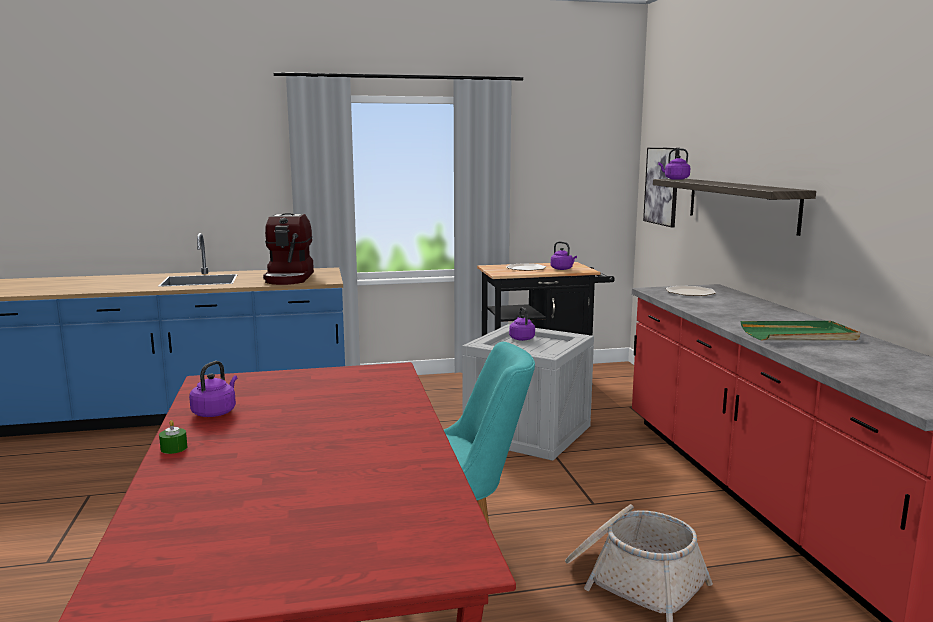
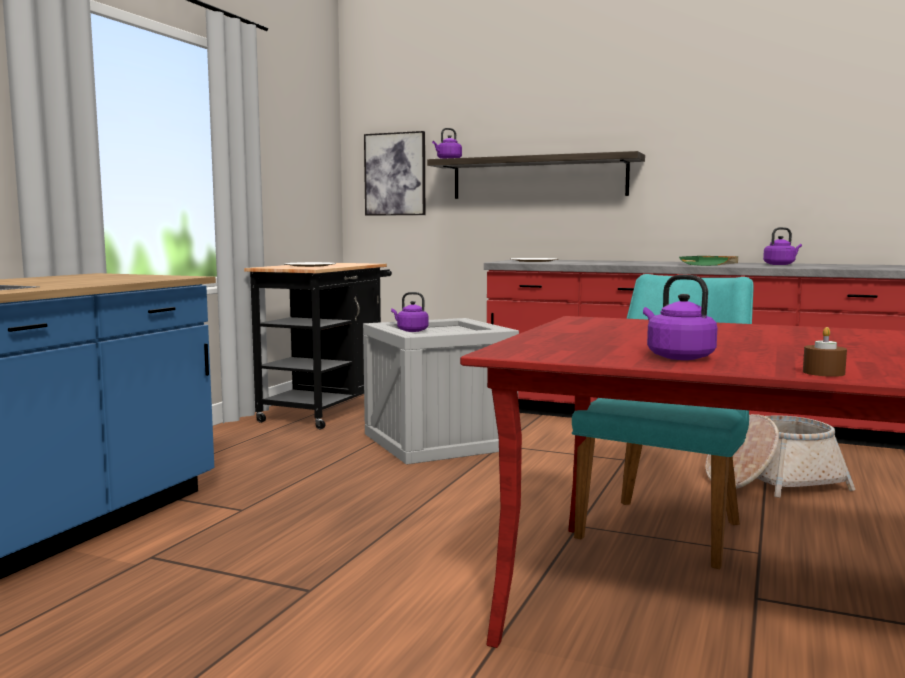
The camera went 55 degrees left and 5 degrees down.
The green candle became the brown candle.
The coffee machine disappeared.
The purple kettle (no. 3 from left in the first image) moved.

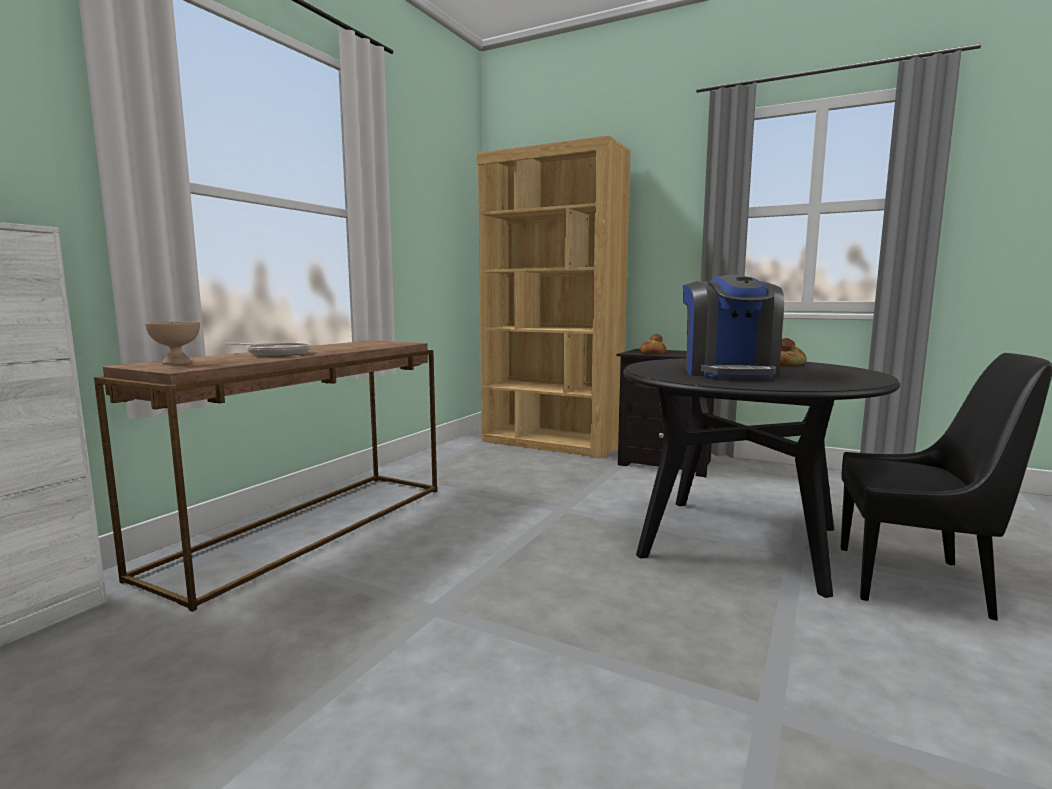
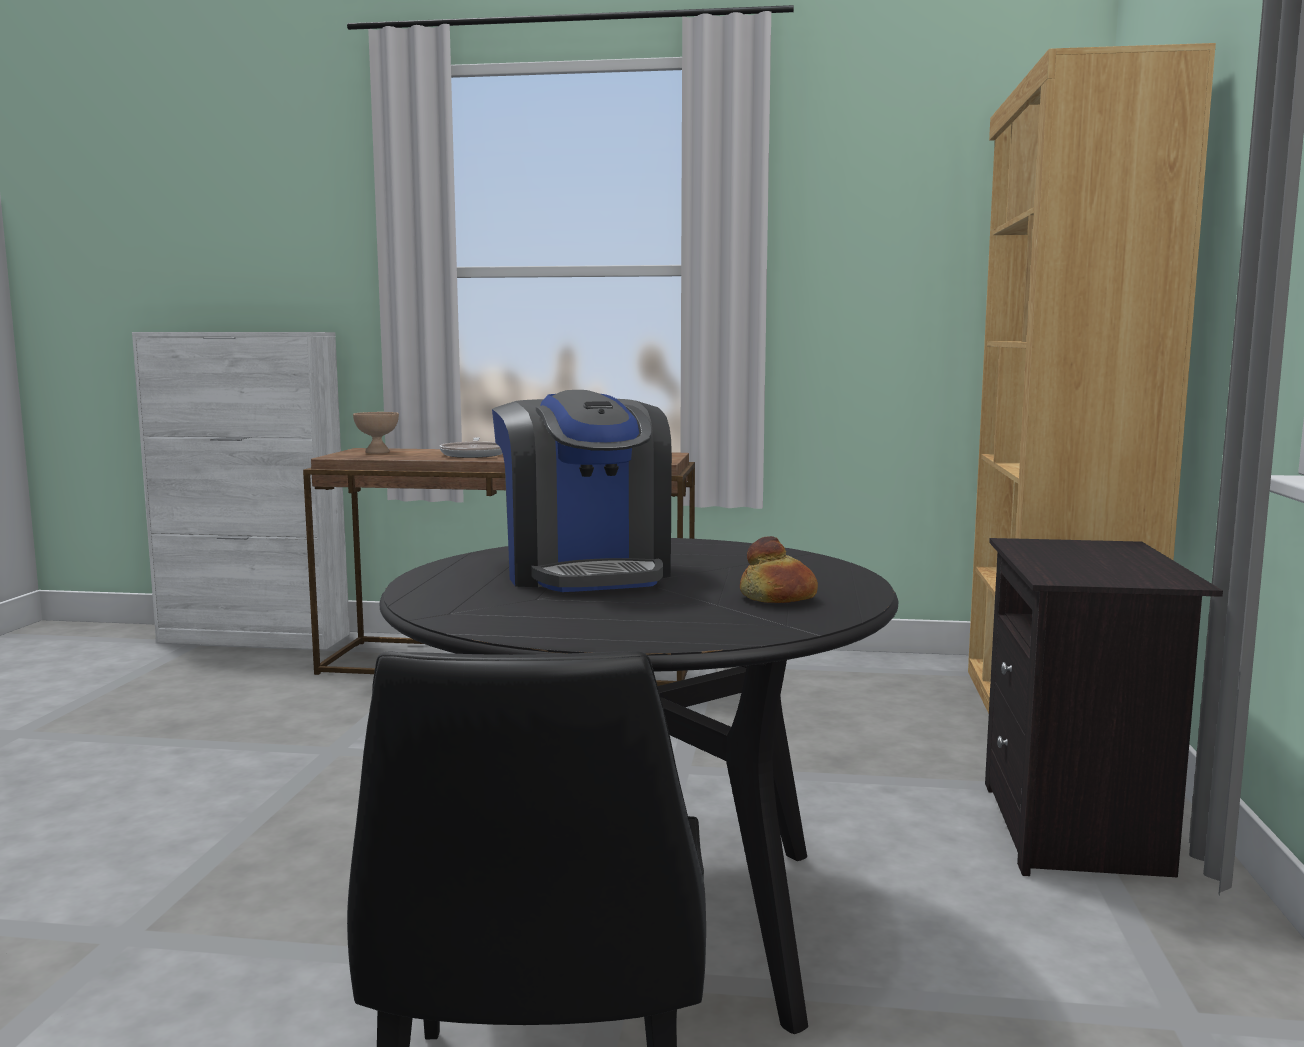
The camera went 70 degrees right and 0 degrees up.
The bread (no. 1 from left) disappeared.
The coffee machine turned 90 degrees counterclockwise.

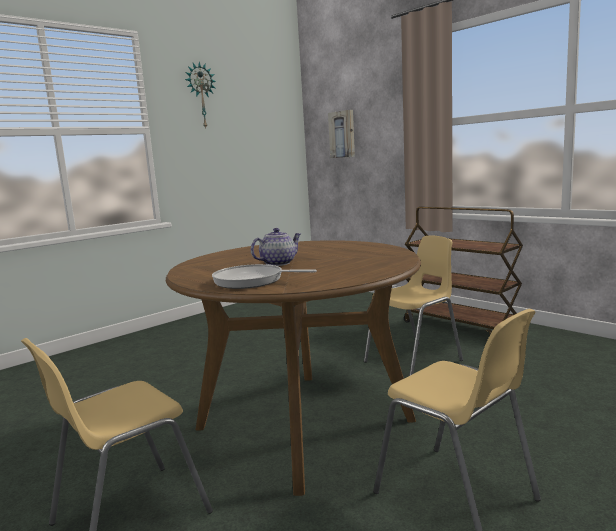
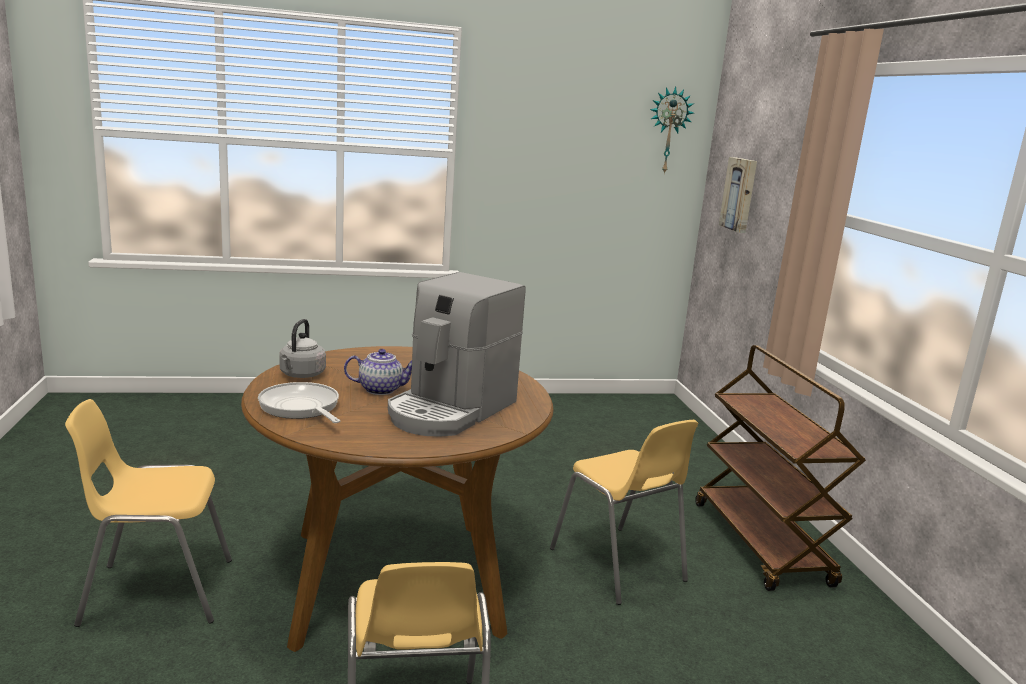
The camera went 30 degrees right and 5 degrees up.
The wall clock moved.
The yellow chair (no. 2 from left in the first image) turned 60 degrees clockwise.
The grey kettle appeared.
The coffee machine appeared.

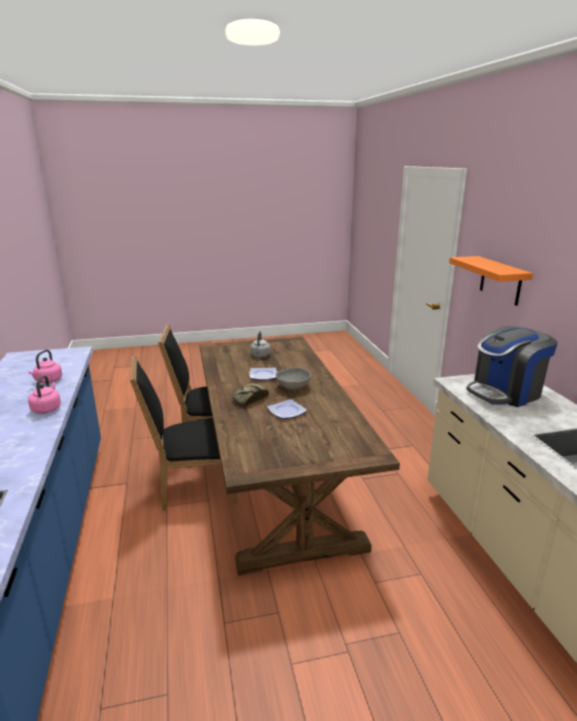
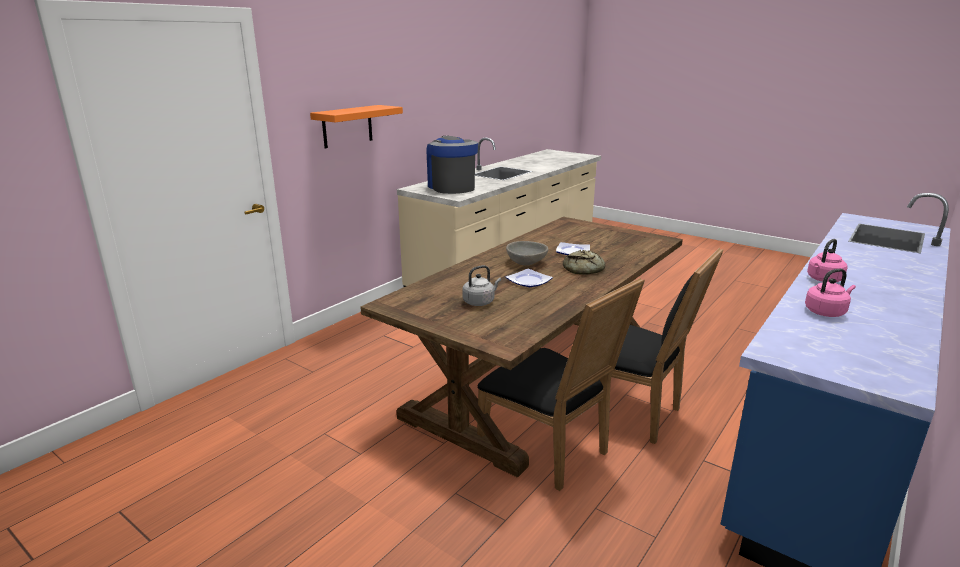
The camera went 130 degrees left and 0 degrees up.
The coffee machine turned 135 degrees counterclockwise.

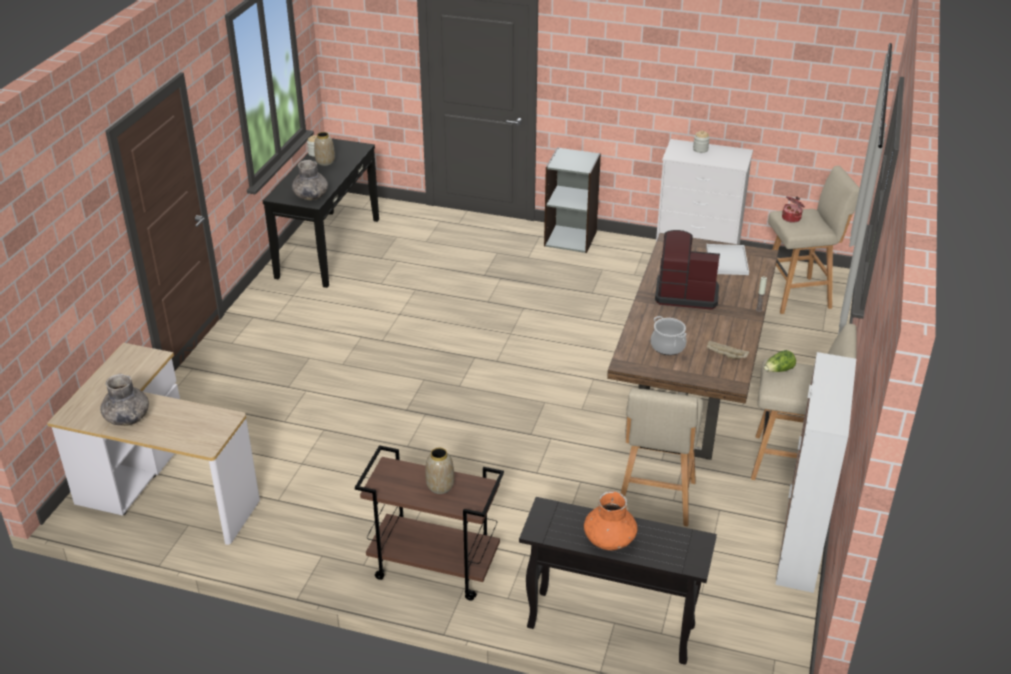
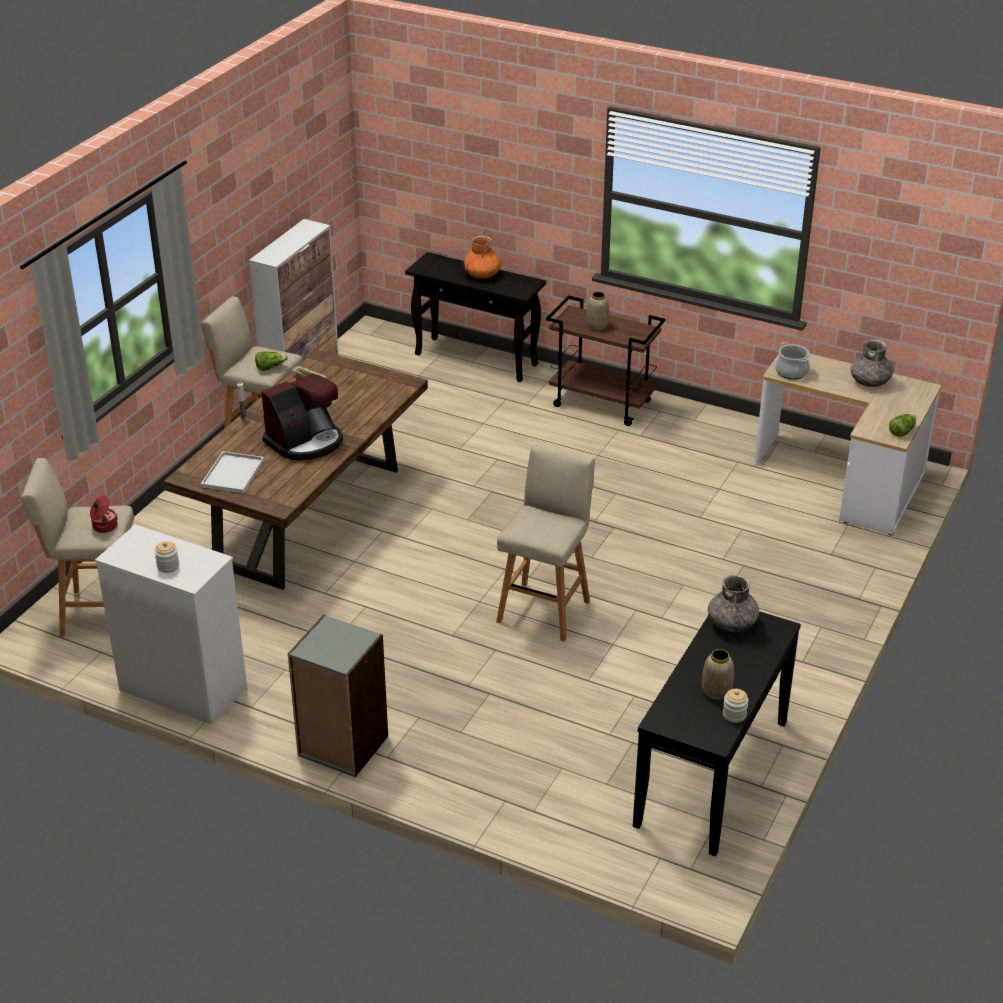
The camera went 170 degrees left and 0 degrees up.
The beige stool (no. 1 from left in the first image) moved.
The cooking pot (no. 1 from left in the first image) moved.
The coffee machine turned 60 degrees counterclockwise.
The lettuce (no. 2 from left) appeared.

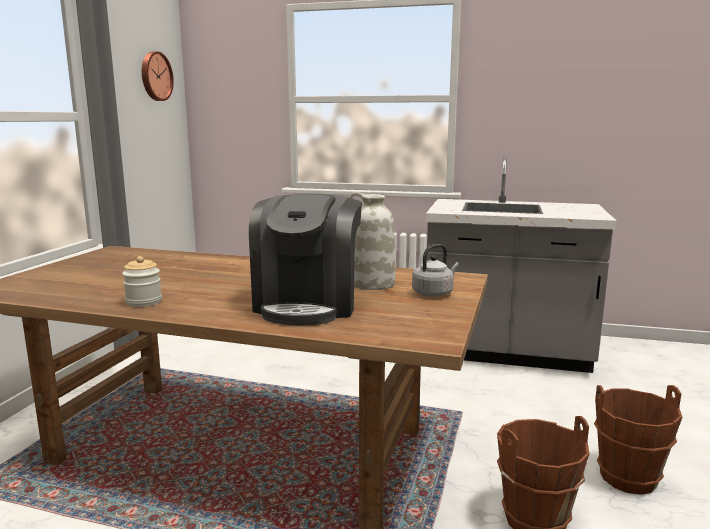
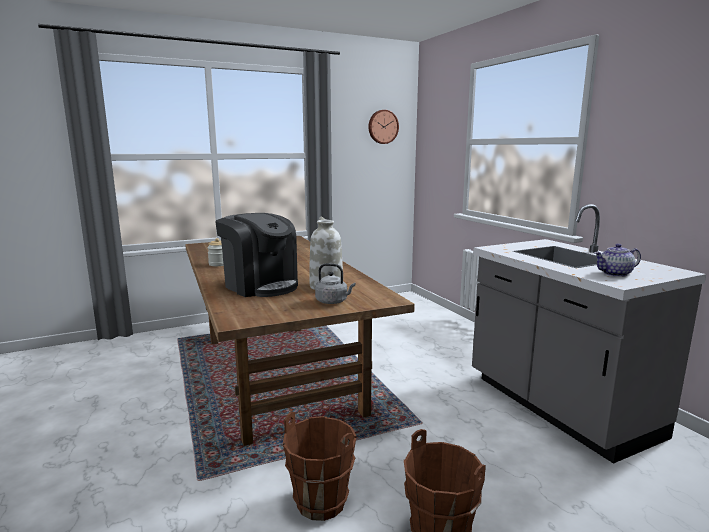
The camera went 50 degrees right and 0 degrees up.
The coffee machine turned 105 degrees counterclockwise.
The teapot appeared.

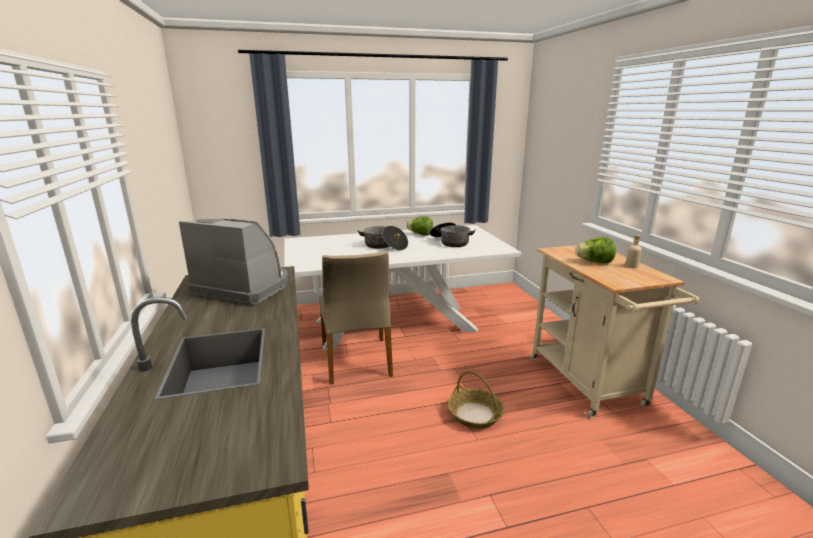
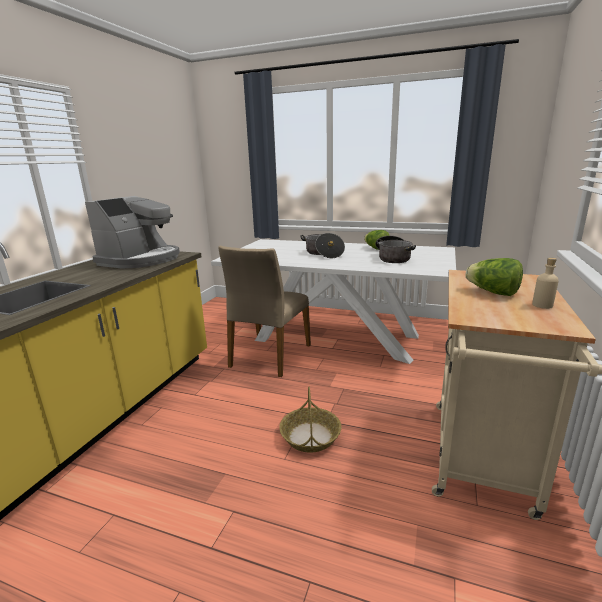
The camera went 35 degrees right and 0 degrees up.
The coffee machine turned 60 degrees clockwise.

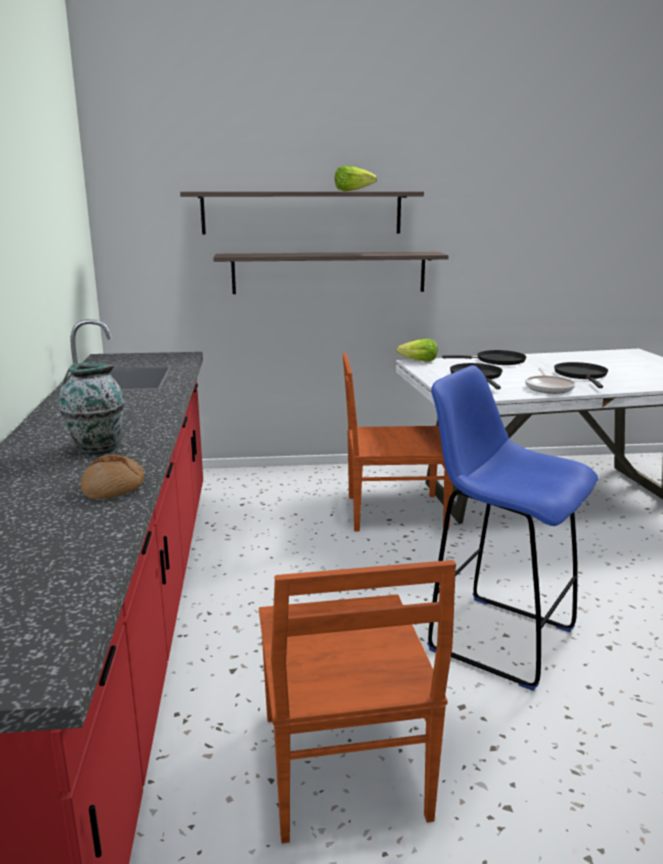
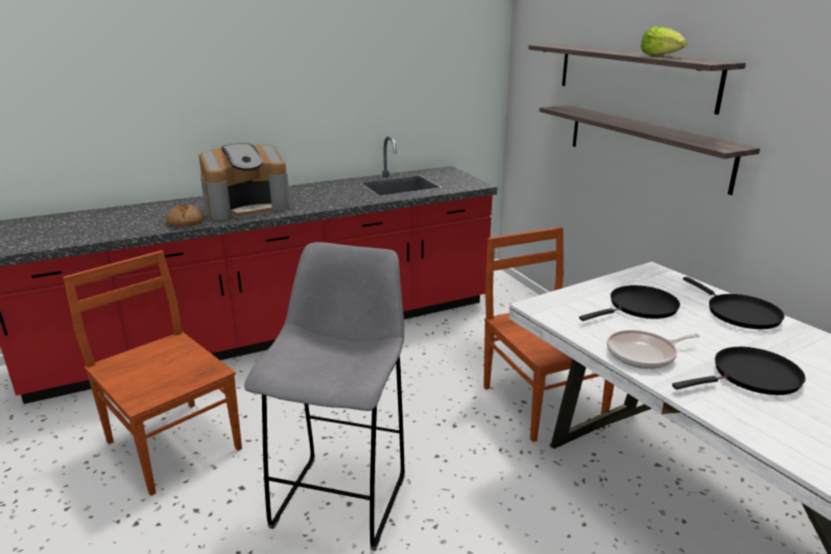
The camera went 70 degrees right and 5 degrees up.
The vase was replaced by the coffee machine.
The brown chair (no. 1 from left) turned 75 degrees clockwise.
The lettuce (no. 2 from left) disappeared.
The blue stool became the grey stool.

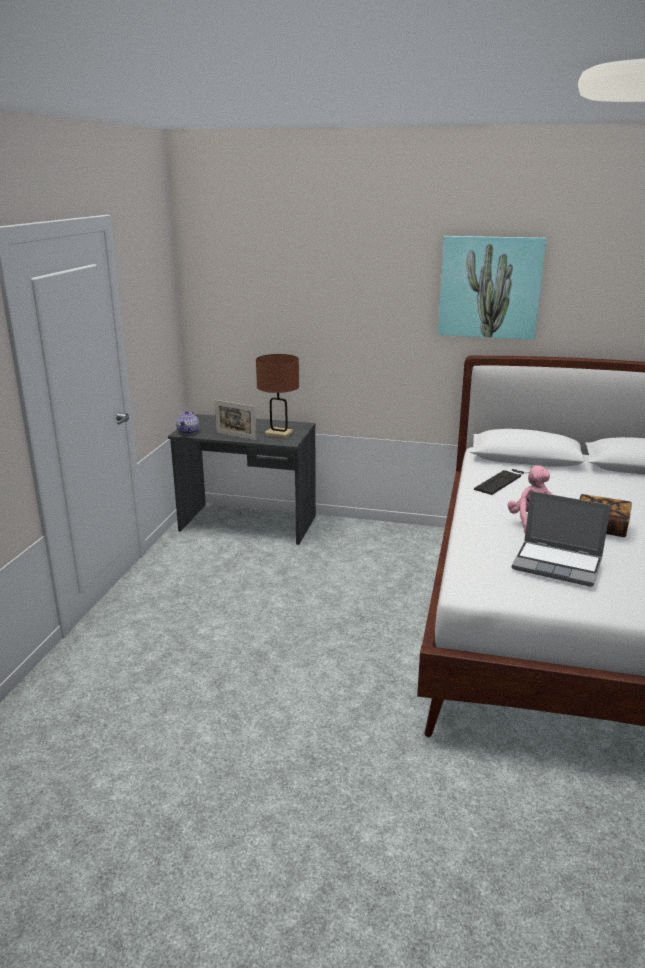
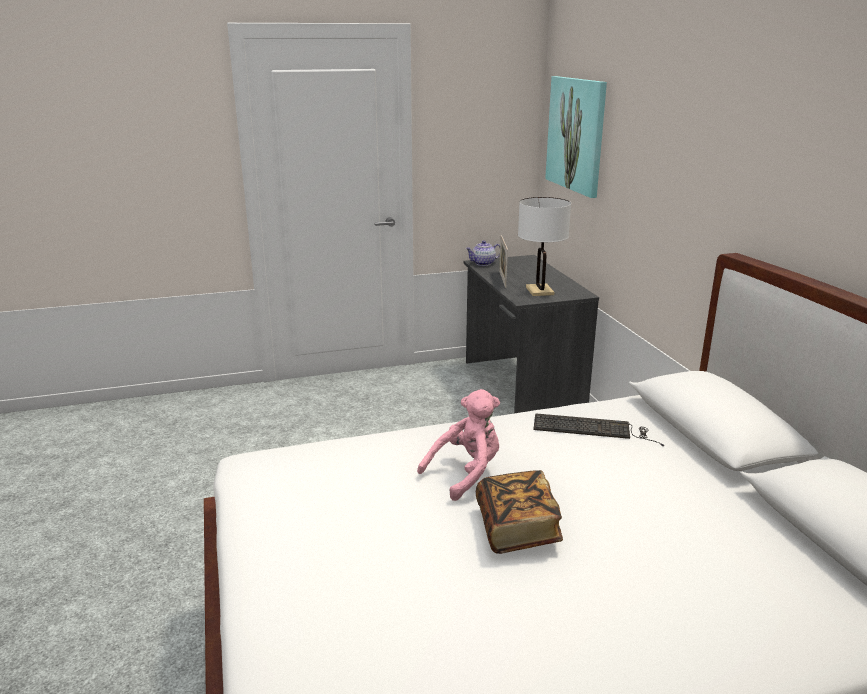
The camera went 60 degrees right and 0 degrees up.
The brown table lamp became the white table lamp.
The picture moved.
The laptop disappeared.

